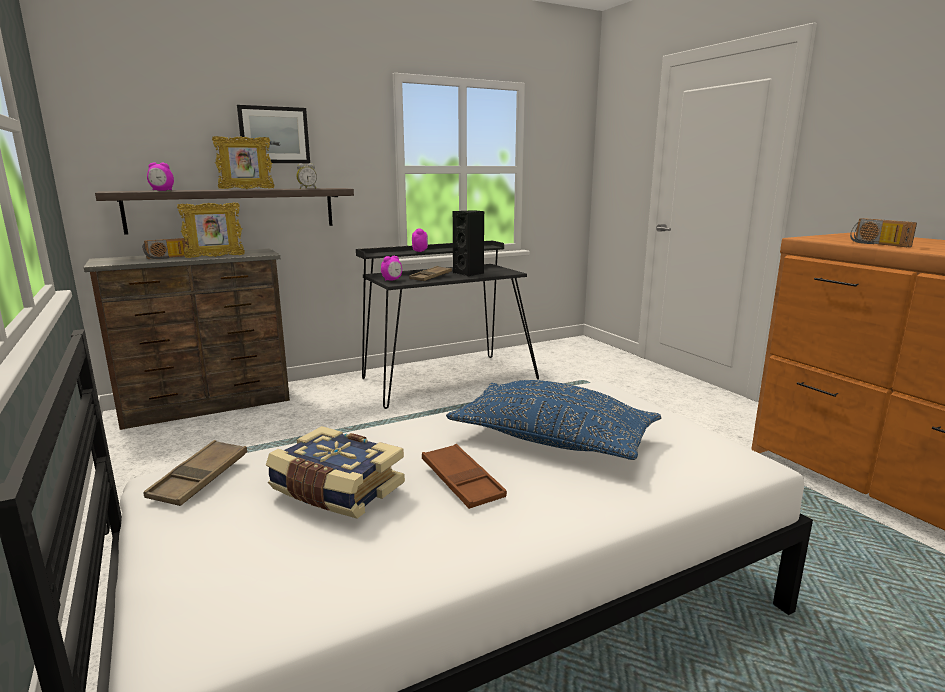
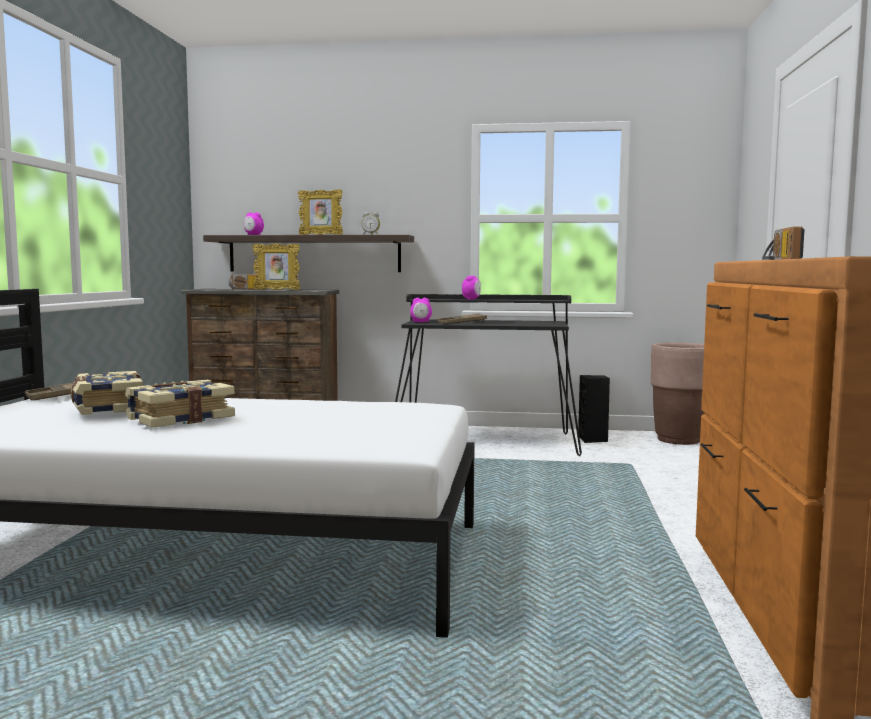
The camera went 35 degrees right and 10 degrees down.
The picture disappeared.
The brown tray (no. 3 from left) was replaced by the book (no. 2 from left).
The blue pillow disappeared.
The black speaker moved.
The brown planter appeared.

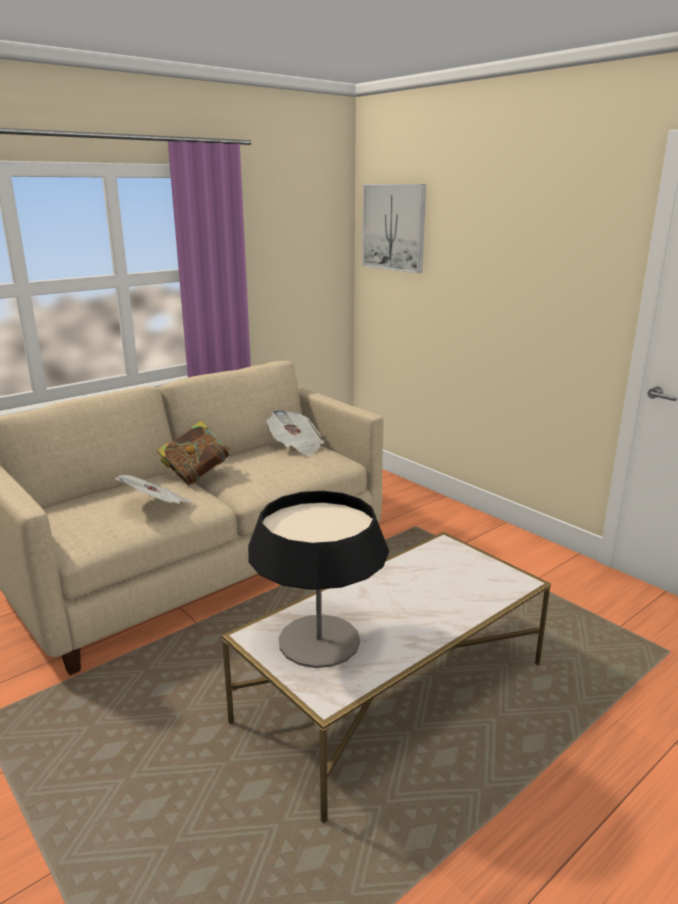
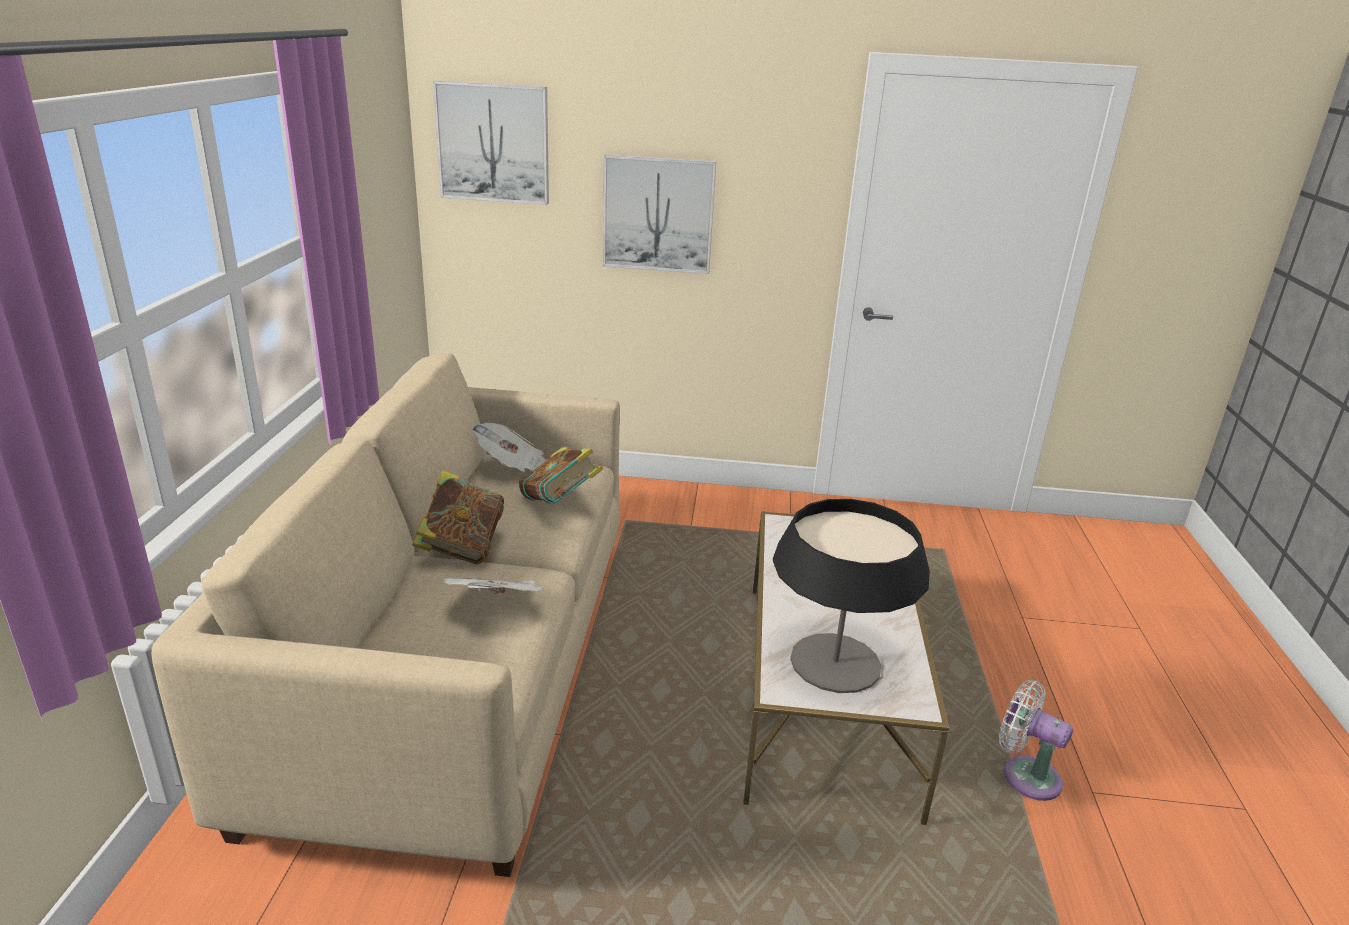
The camera went 45 degrees left and 5 degrees up.
The book (no. 2 from left) appeared.
The picture (no. 2 from left) appeared.
The white fan appeared.

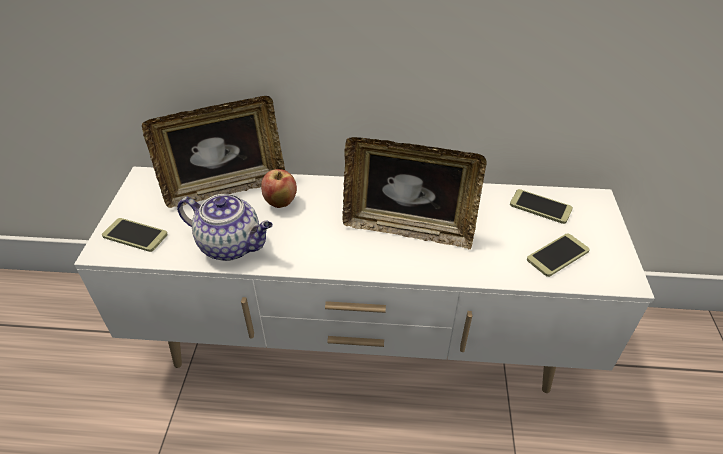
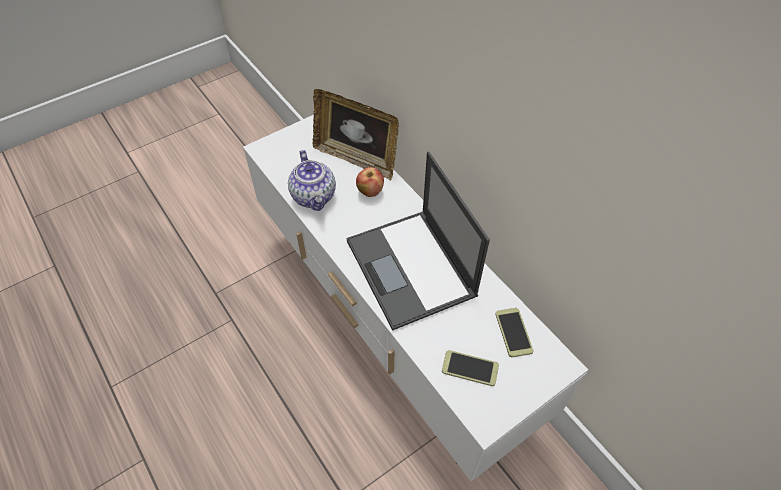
The camera went 50 degrees right and 10 degrees up.
The phone (no. 1 from left) disappeared.
The picture frame (no. 2 from left) was replaced by the laptop.

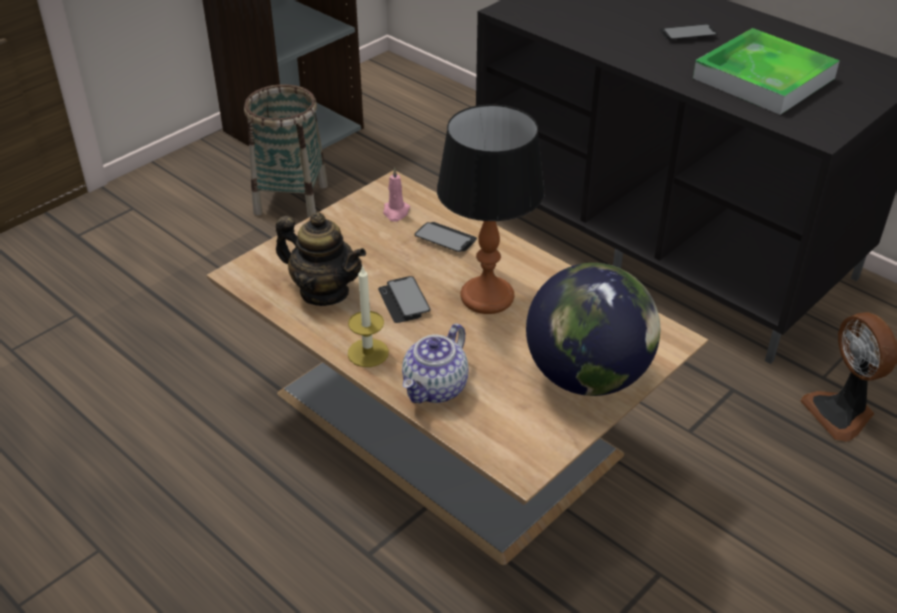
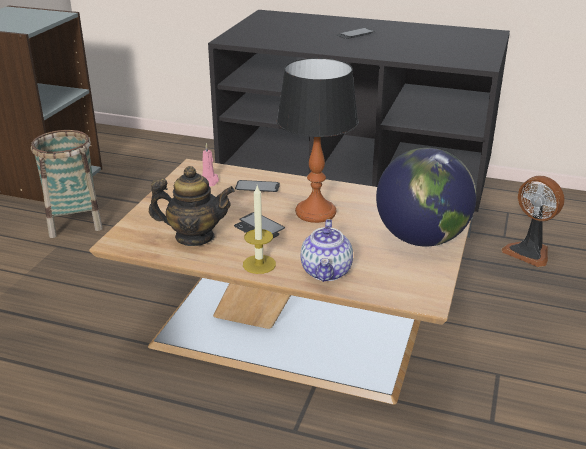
The camera went 25 degrees left and 10 degrees down.
The tray disappeared.

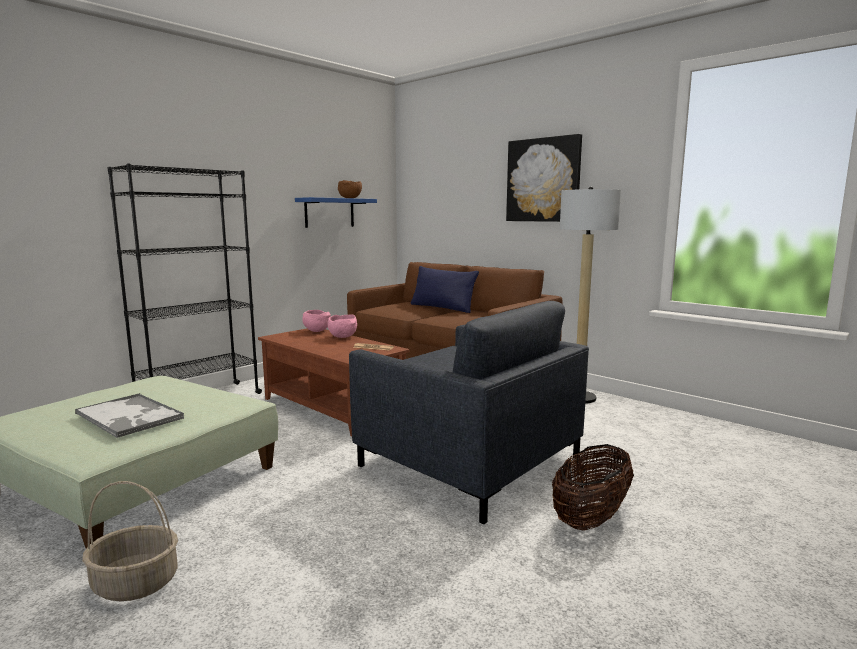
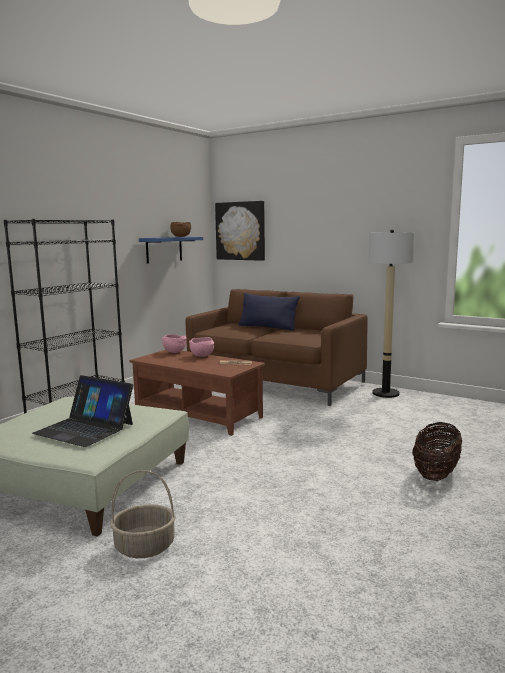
The camera went 10 degrees left and 0 degrees up.
The tray was replaced by the laptop.
The grey armchair disappeared.
The picture moved.

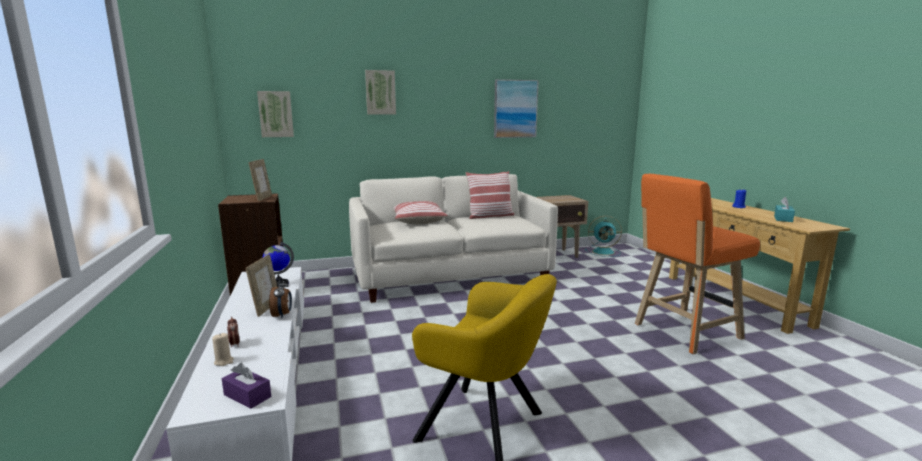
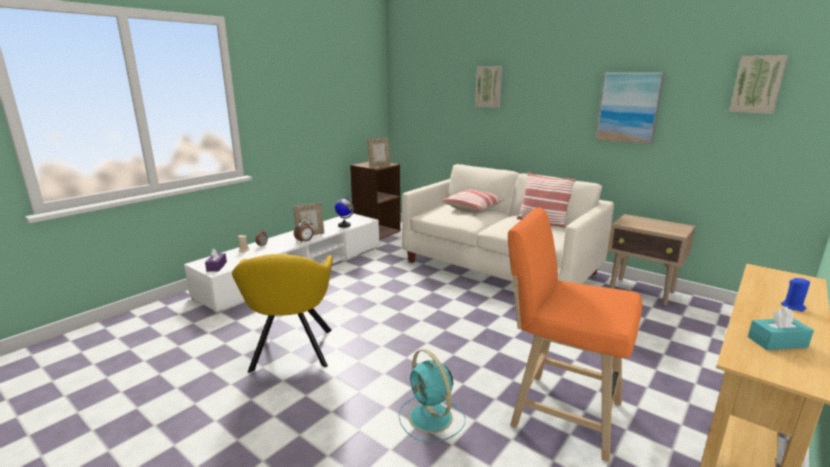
The camera went 55 degrees right and 5 degrees up.
The picture (no. 1 from left in the first image) moved.
The turquoise fan moved.

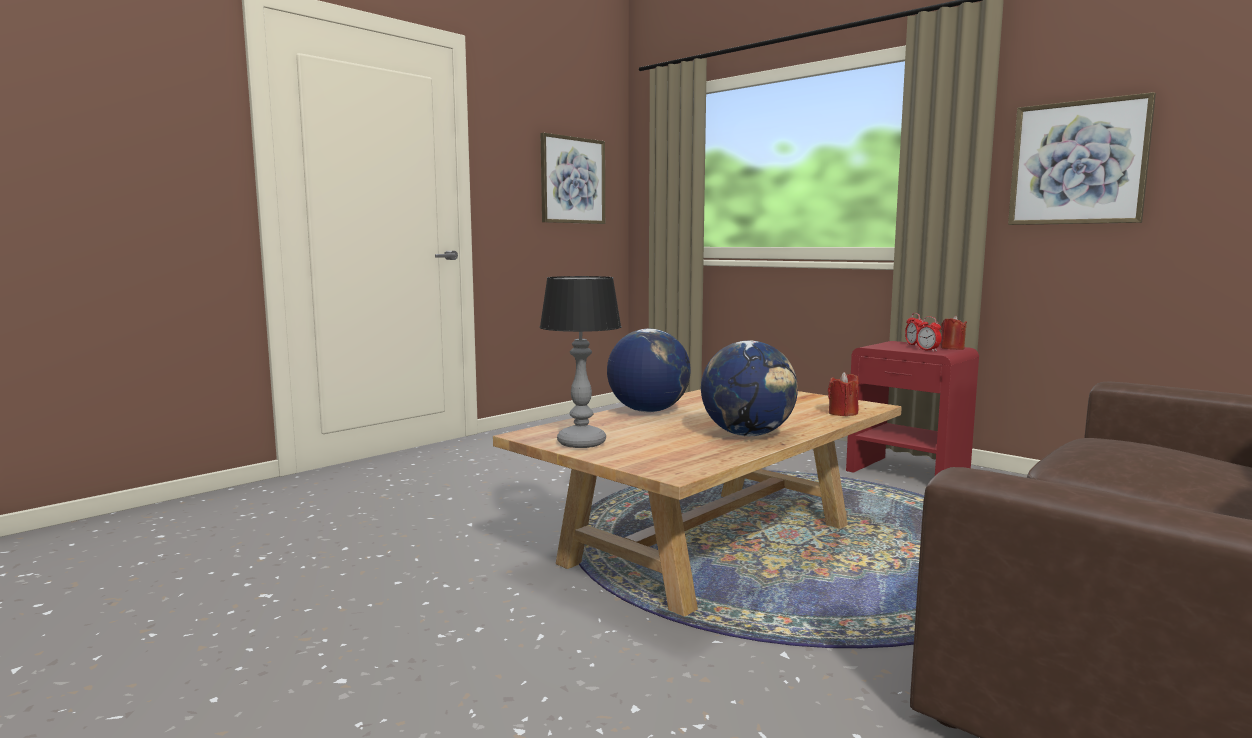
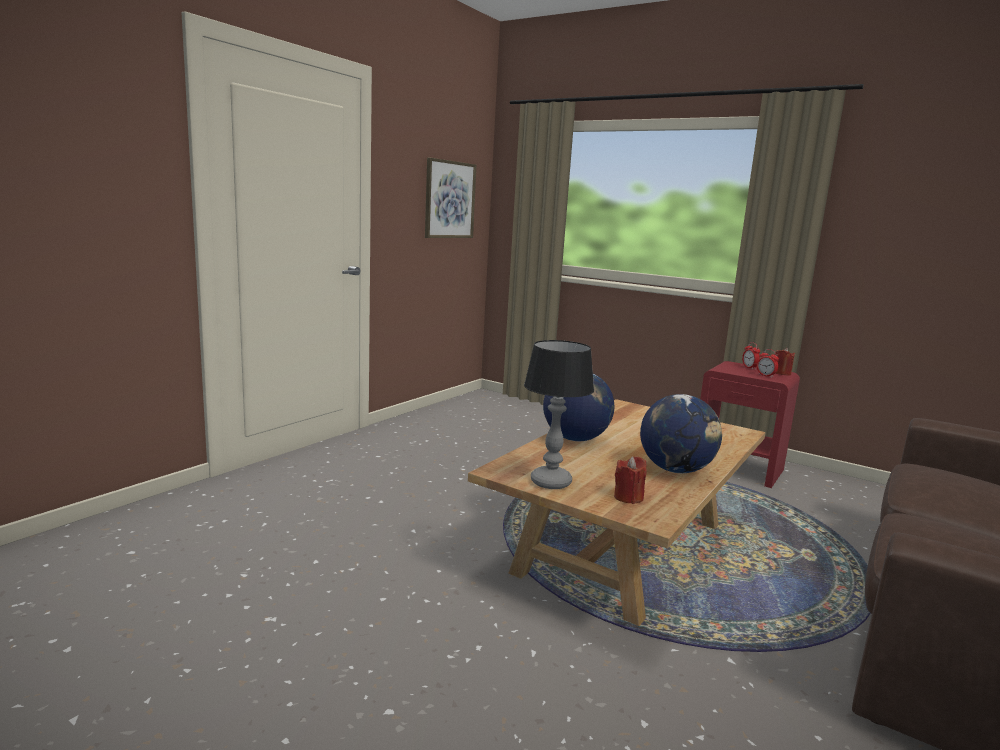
The camera went 10 degrees left and 5 degrees up.
The red candle (no. 1 from left) moved.
The picture (no. 2 from left) disappeared.

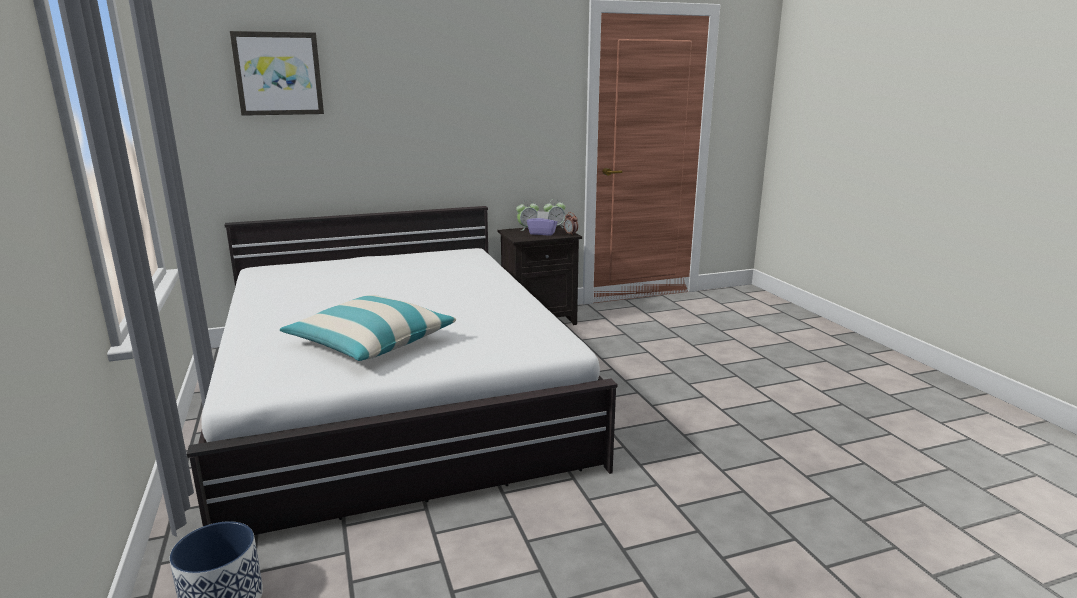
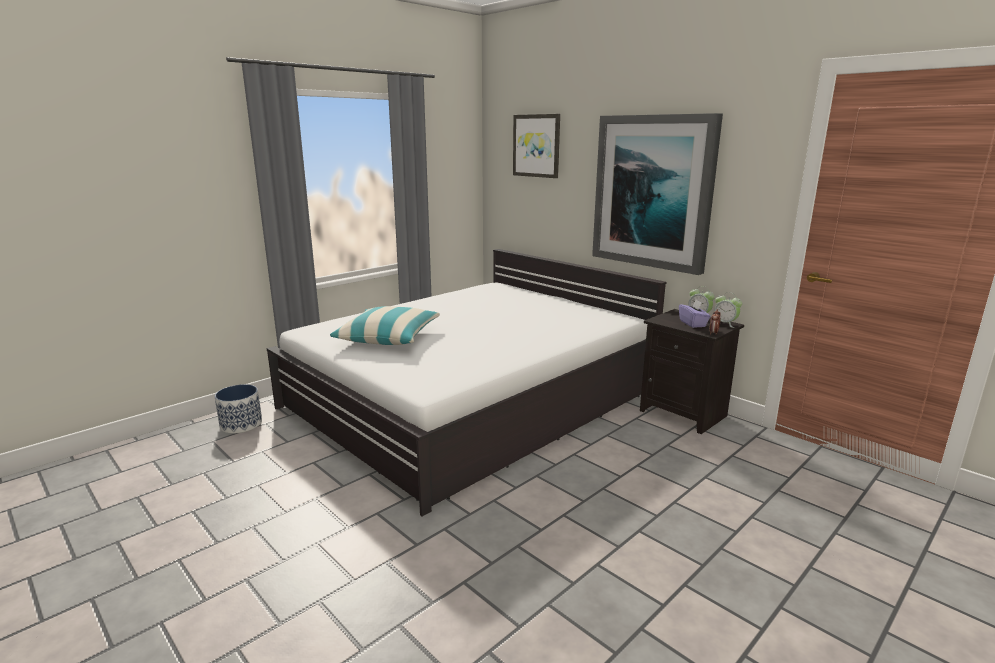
The camera went 65 degrees right and 0 degrees up.
The picture (no. 2 from left) appeared.

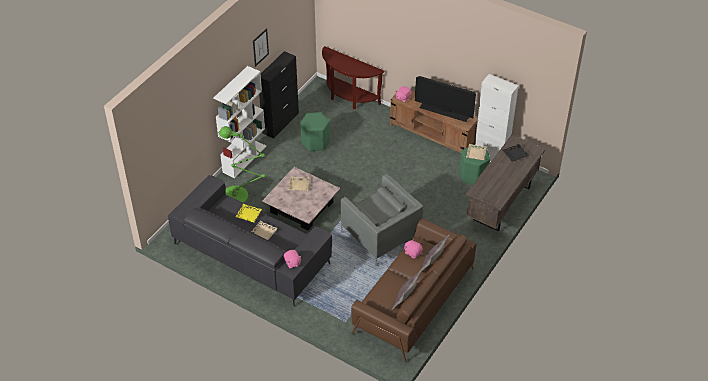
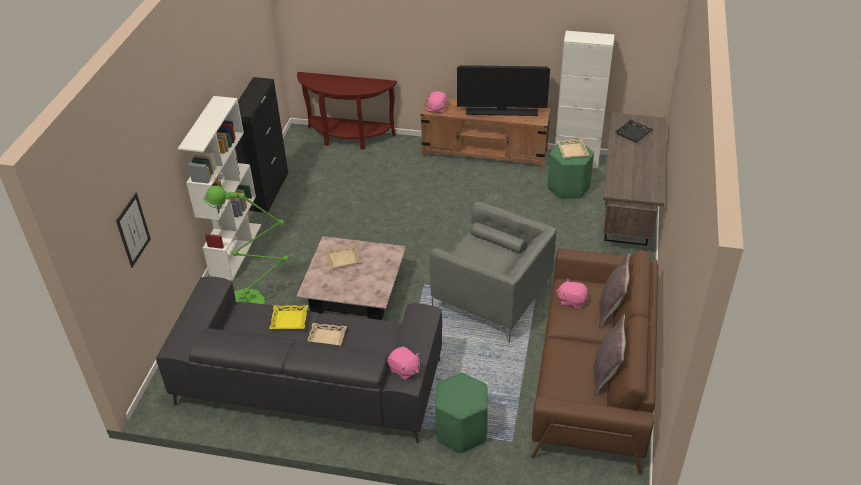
The camera went 20 degrees left and 5 degrees down.
The picture moved.
The green stool (no. 1 from left) moved.

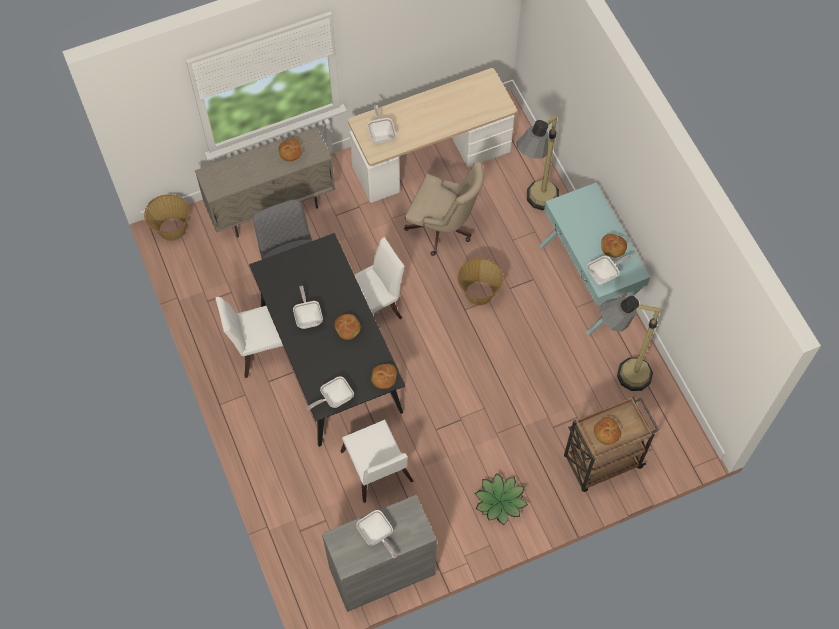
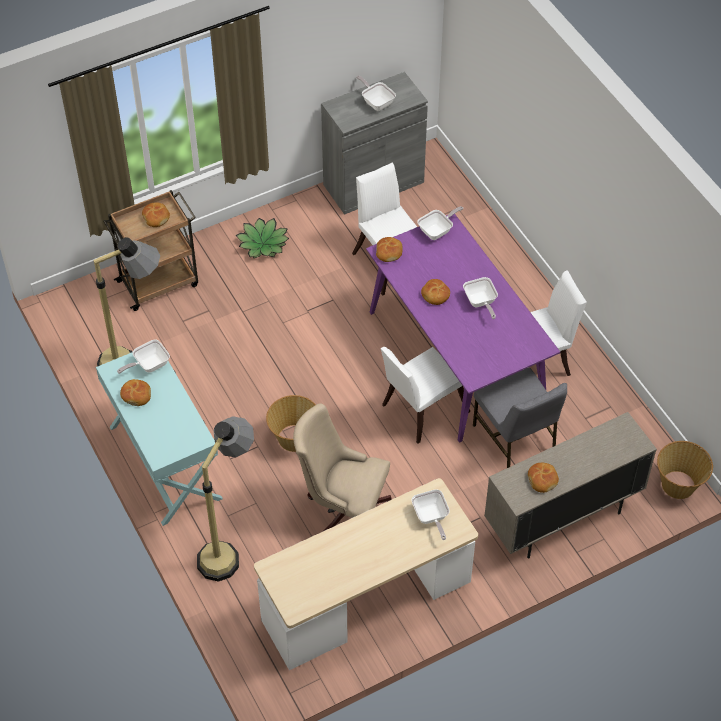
The camera went 175 degrees right and 10 degrees down.
The black dining table became the purple dining table.

